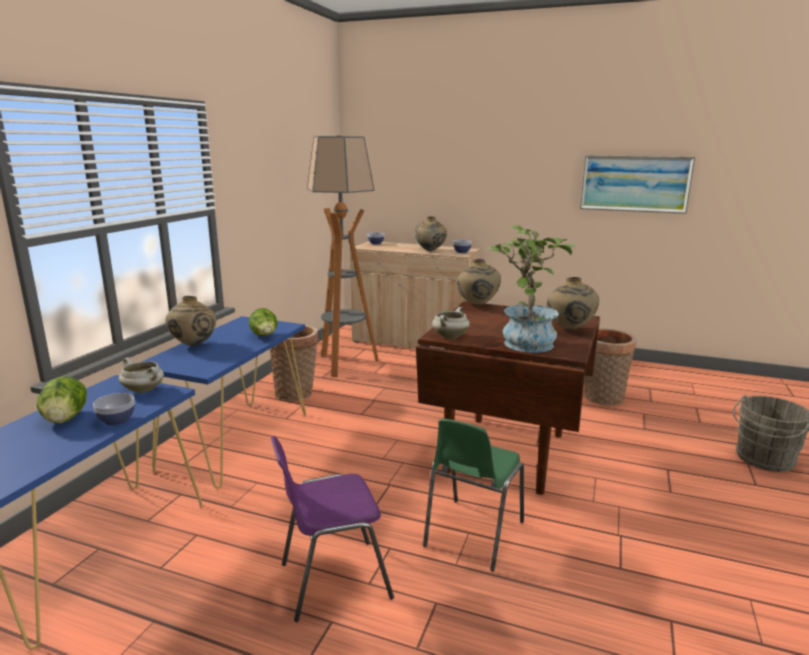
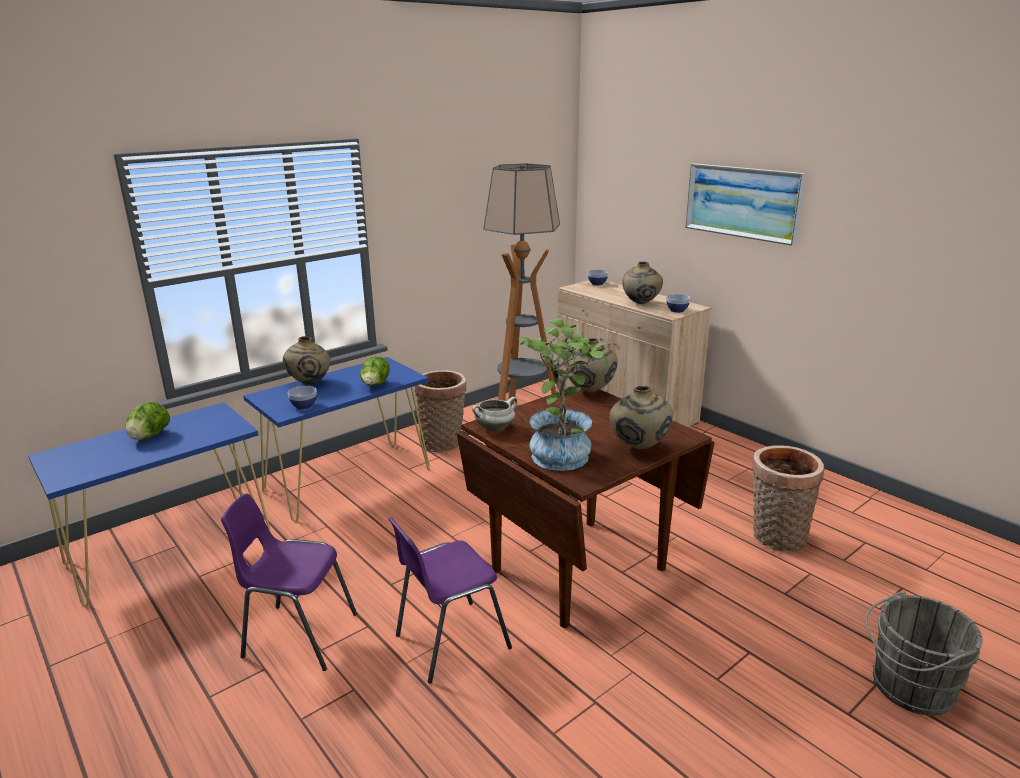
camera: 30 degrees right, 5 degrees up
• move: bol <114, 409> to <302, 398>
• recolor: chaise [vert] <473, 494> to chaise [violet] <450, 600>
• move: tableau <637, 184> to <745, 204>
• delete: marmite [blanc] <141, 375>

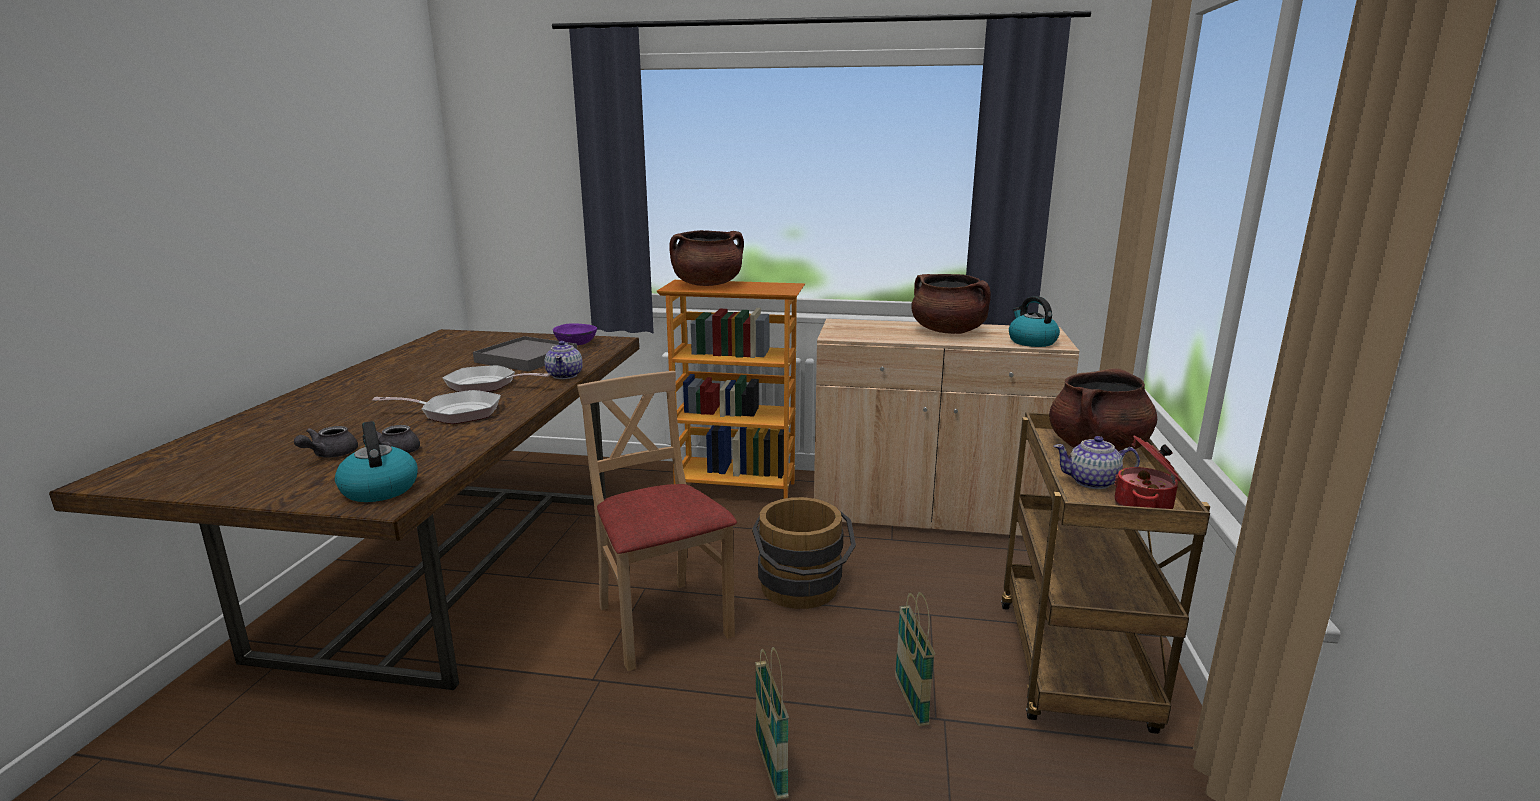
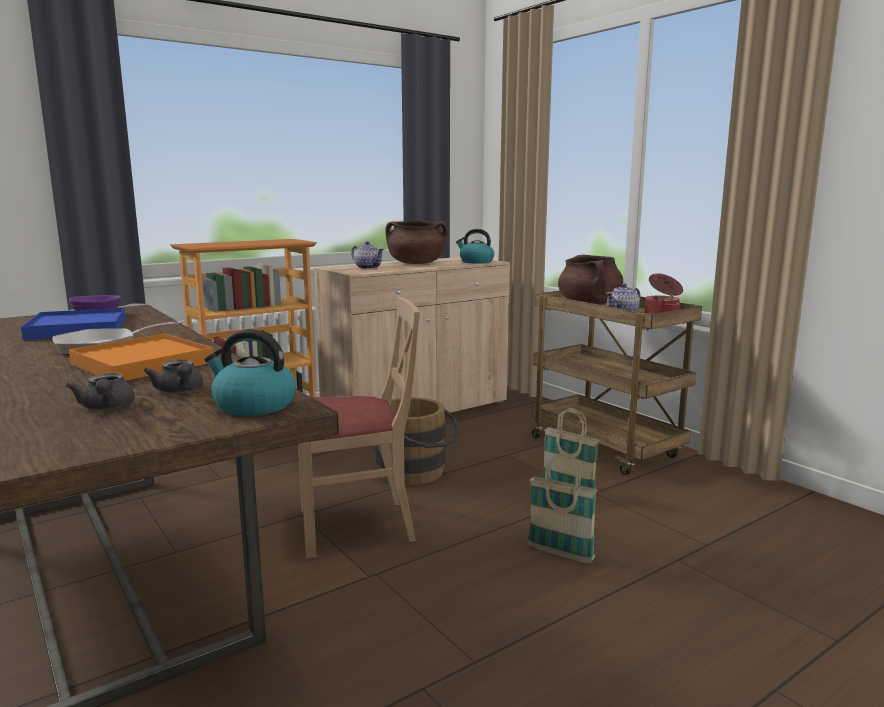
camera: 45 degrees left, 5 degrees down
• recolor: plateau [gris] <525, 354> to plateau [bleu] <73, 324>
• replace: poêle <436, 407> to plateau [orange] <141, 357>
• rotate: chaise [beige] <657, 521> = <359, 427> 150 degrees clockwise
• move: théière <564, 360> to <368, 255>
• delete: marmite [marron] <706, 258>

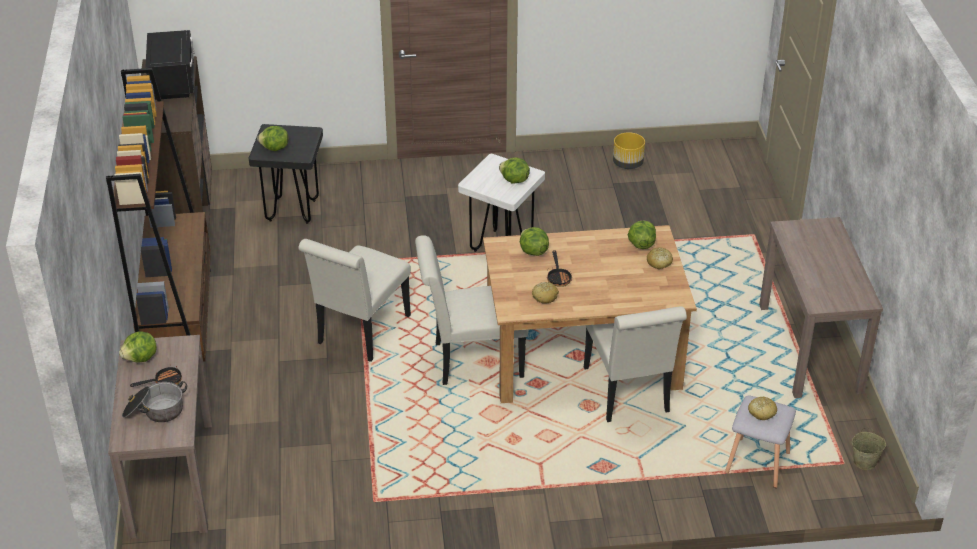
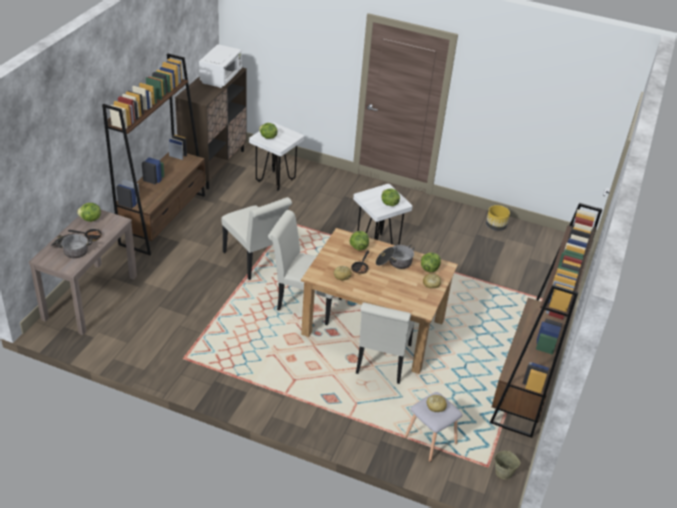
camera: 25 degrees right, 0 degrees up
• recolor: micro-ondes [noir] <169, 65> to micro-ondes [blanc] <220, 66>
• rotate: chaise [blanc] <354, 300> = <256, 238> 90 degrees counterclockwise
• recolor: tabouret [noir] <286, 174> to tabouret [blanc] <276, 156>
• insert: marmite <395, 256>
• replace: table console [marron] <821, 307> to bibliothèque [marron] <546, 320>

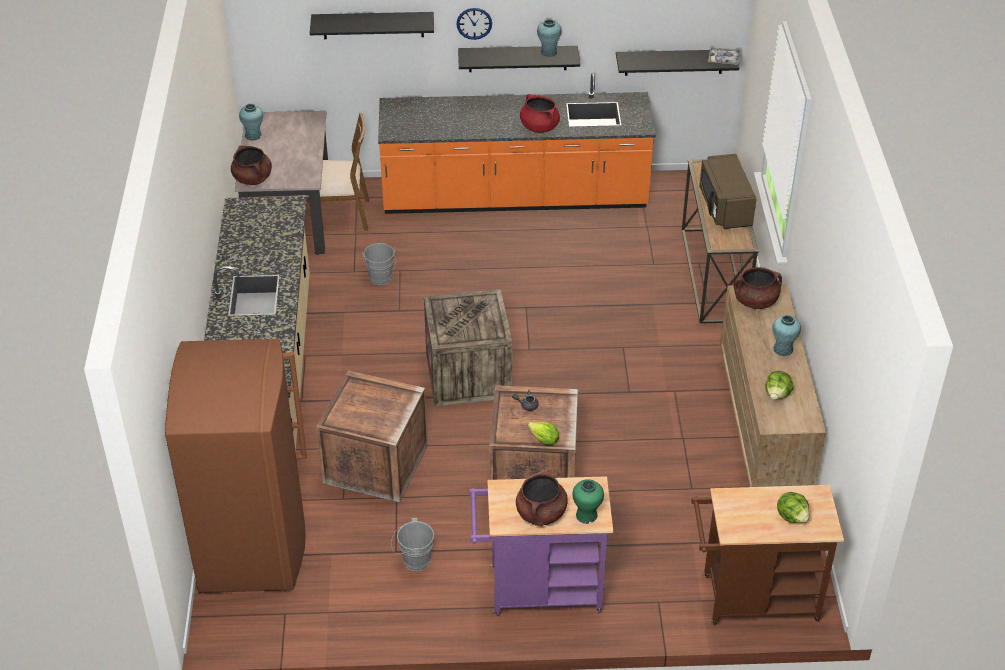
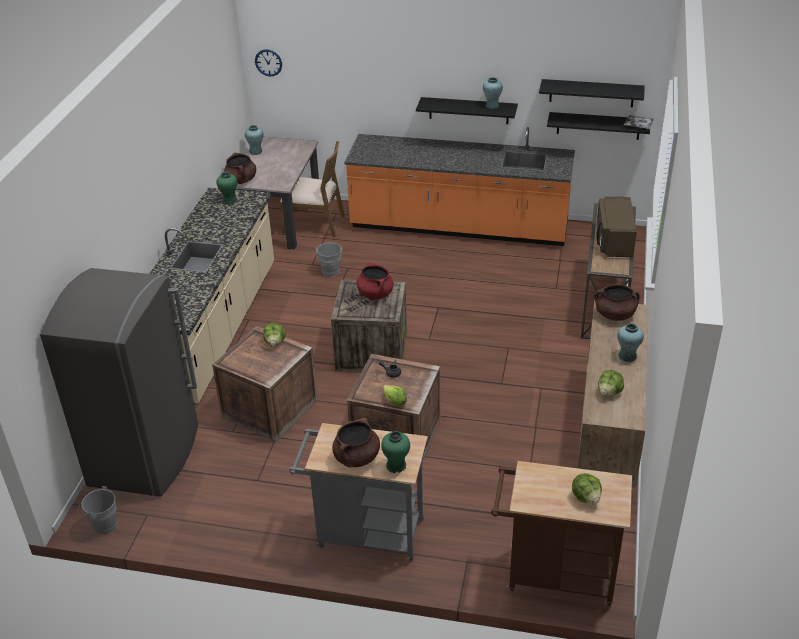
camera: 15 degrees right, 5 degrees down
• recolor: réfrigérateur [marron] <236, 465> to réfrigérateur [gris] <119, 382>
• move: seau [gris] <412, 544> to <97, 510>
• insert: vase [vert] <226, 188>
• move: horloge murale <474, 24> to <268, 62>
• insert: laitue <274, 334>
• recolor: chariot [violet] <541, 546> to chariot [gris] <358, 492>
• move: marmite [rouge] <540, 113> to <375, 280>
• move: étagère [noir] <372, 25> to <592, 93>

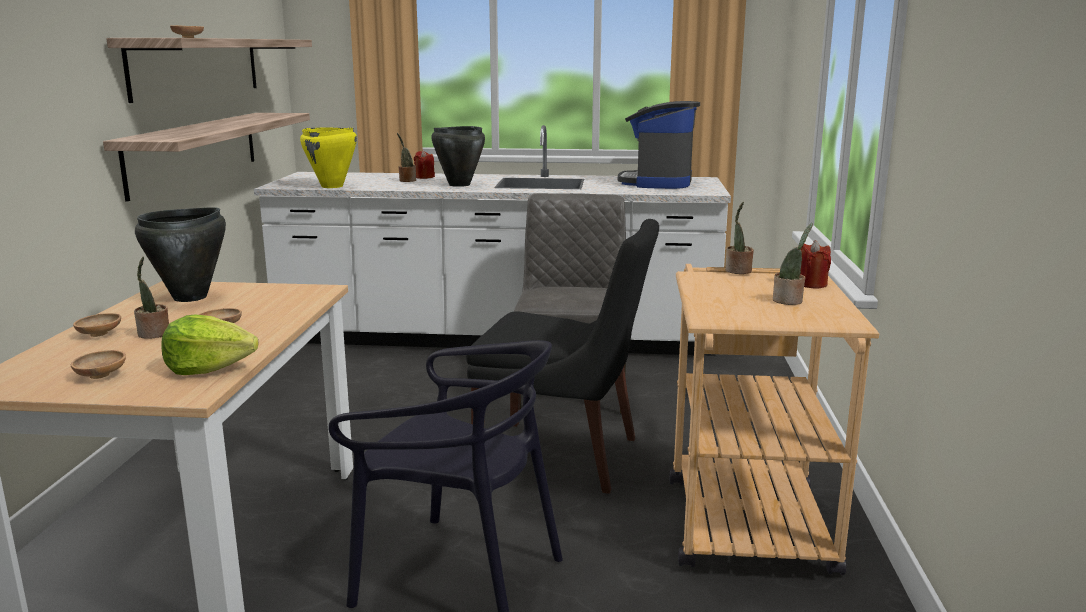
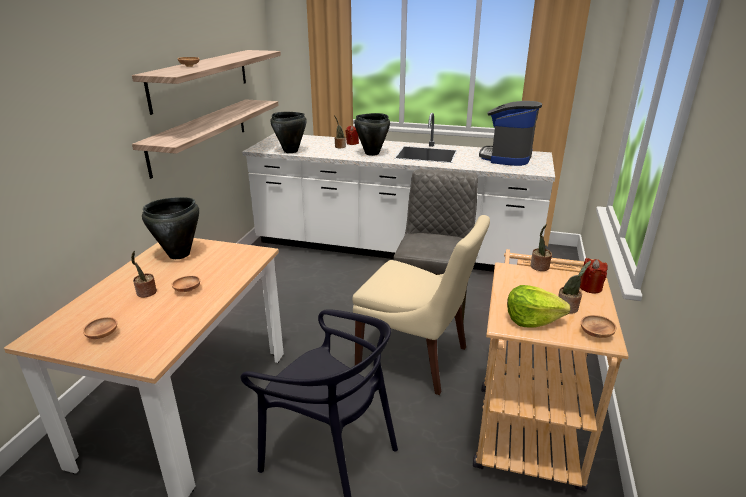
camera: 10 degrees right, 10 degrees up
• recolor: marmite [jaune] <328, 158> to marmite [noir] <288, 132>
• recolor: chaise [noir] <562, 356> to chaise [beige] <421, 305>
• move: laitue <210, 344> to <539, 306>
• move: bol [marron] <97, 325> to <599, 326>

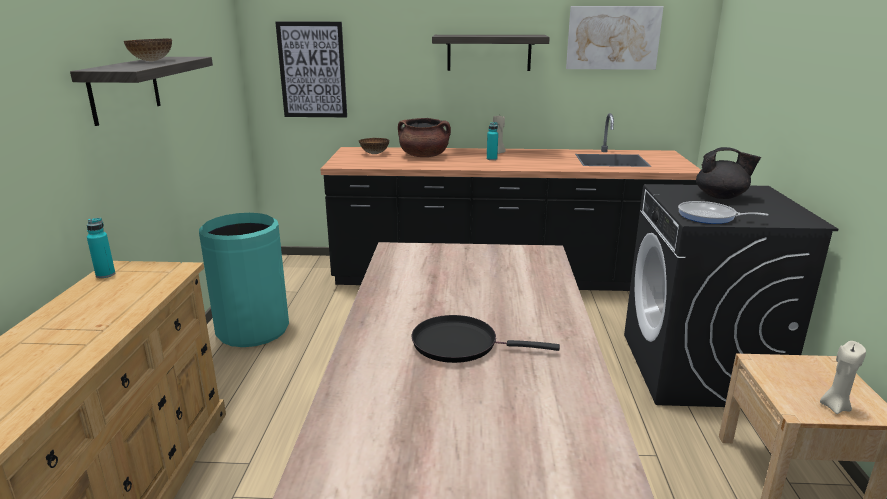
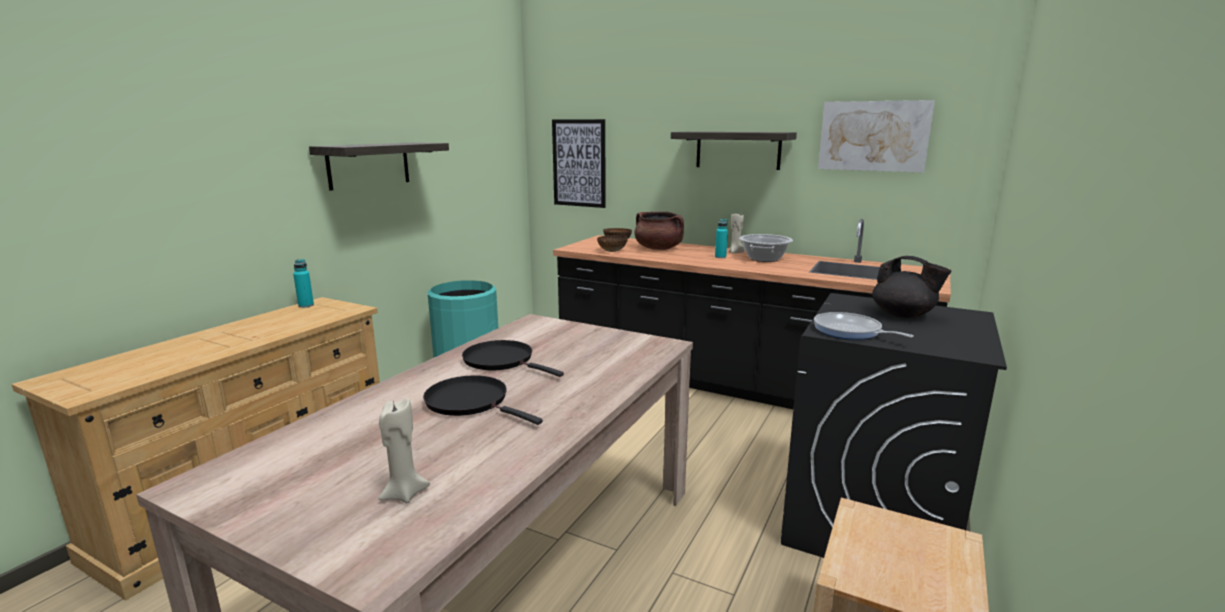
camera: 25 degrees right, 5 degrees down
• move: bougie [beige] <843, 377> to <404, 450>
• insert: poêle [noir] <513, 358>
• move: bol <148, 50> to <612, 243>
• insert: marmite <766, 248>

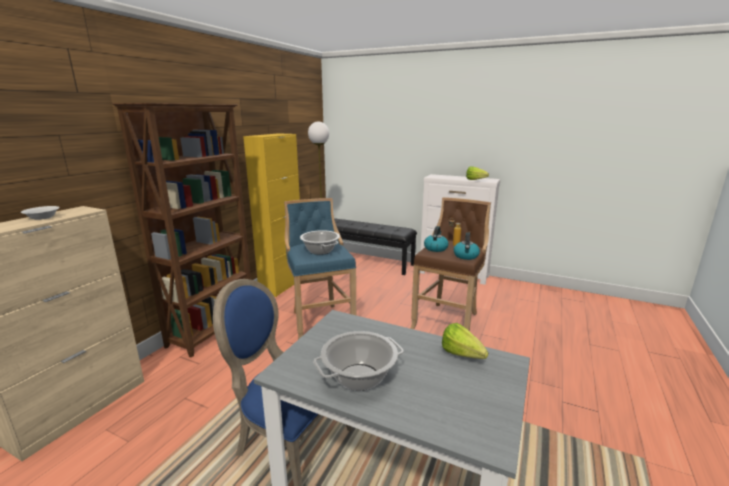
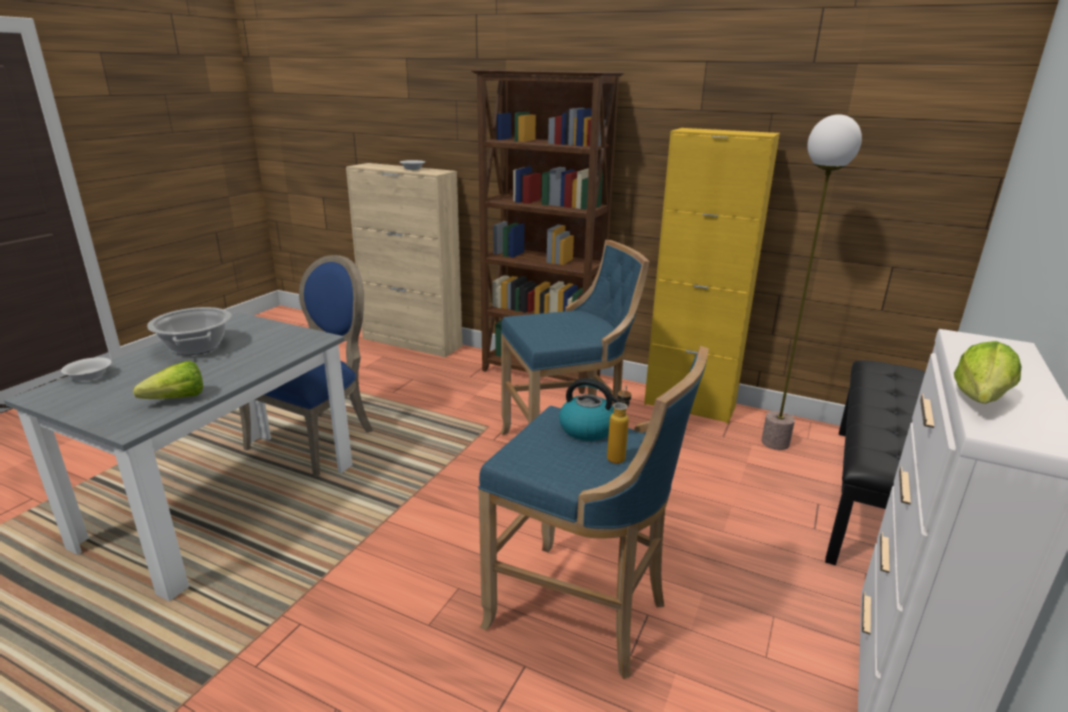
camera: 90 degrees right, 5 degrees up
• insert: bol [blanc] <86, 369>
• recolor: tabouret [marron] <450, 264> to tabouret [bleu] <593, 512>
• delete: marmite <320, 242>
• delete: bouilloire <467, 246>

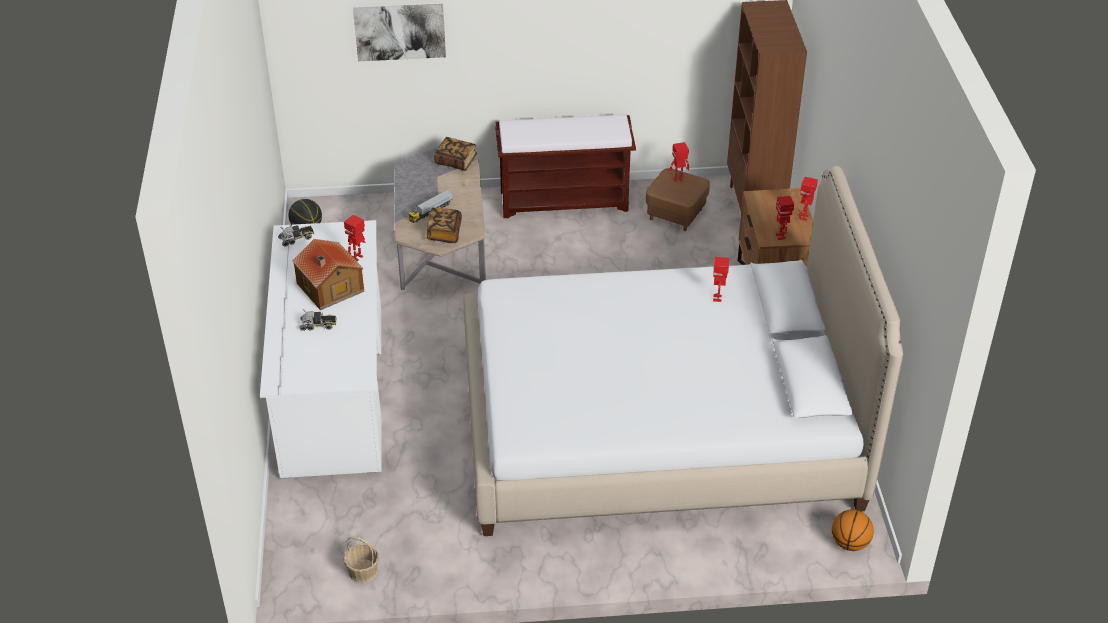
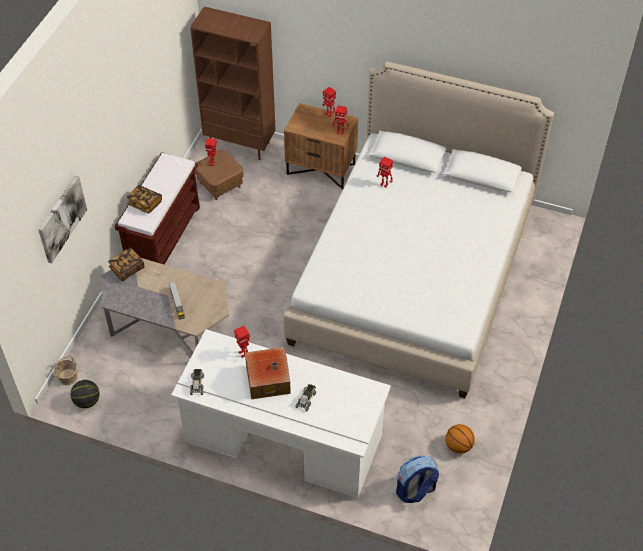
camera: 65 degrees left, 10 degrees up
• move: panier <361, 560> to <66, 370>
• move: livre <444, 225> to <144, 199>
• insert: sac à dos <417, 479>
• move: ballon de basket <853, 530> to <460, 439>

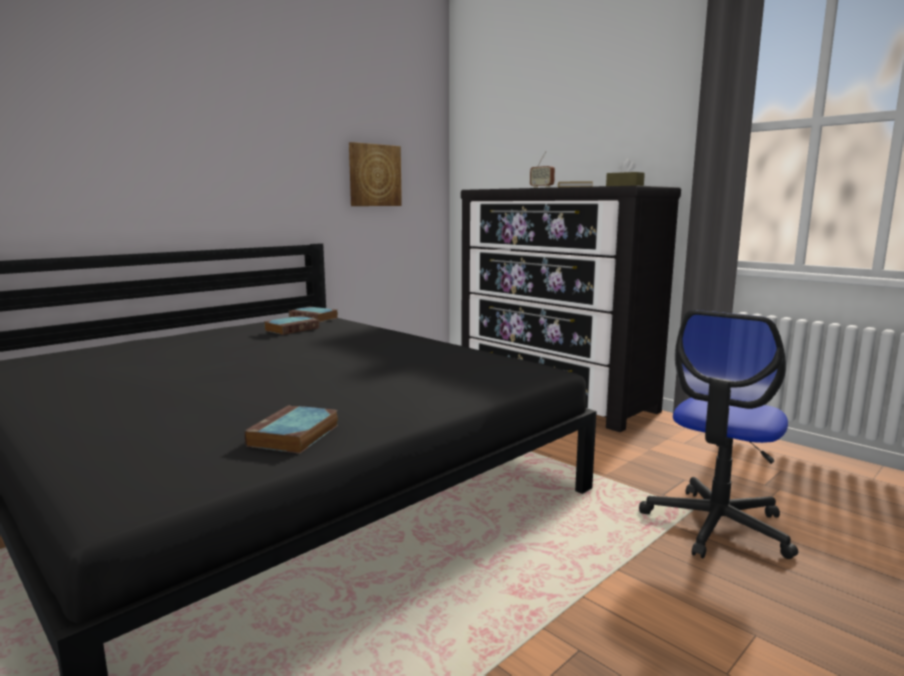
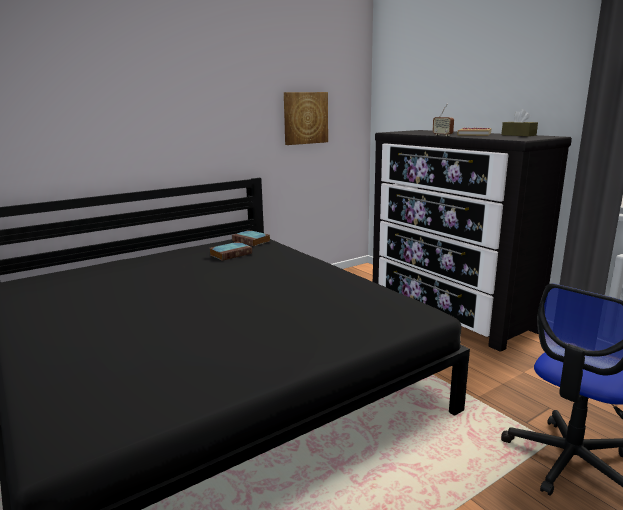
camera: 10 degrees right, 5 degrees up
• delete: livre <291, 429>

